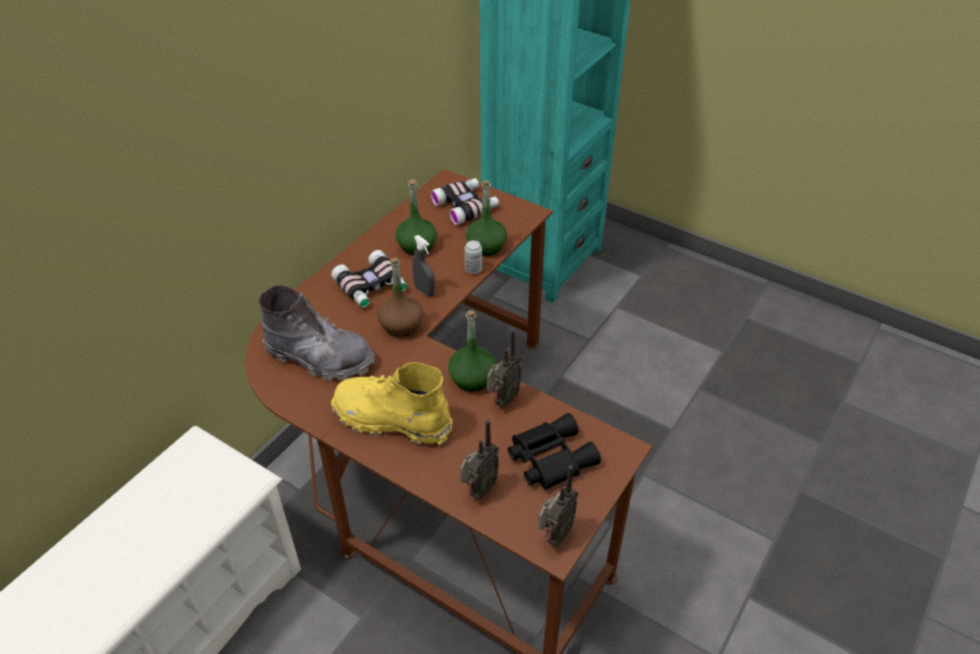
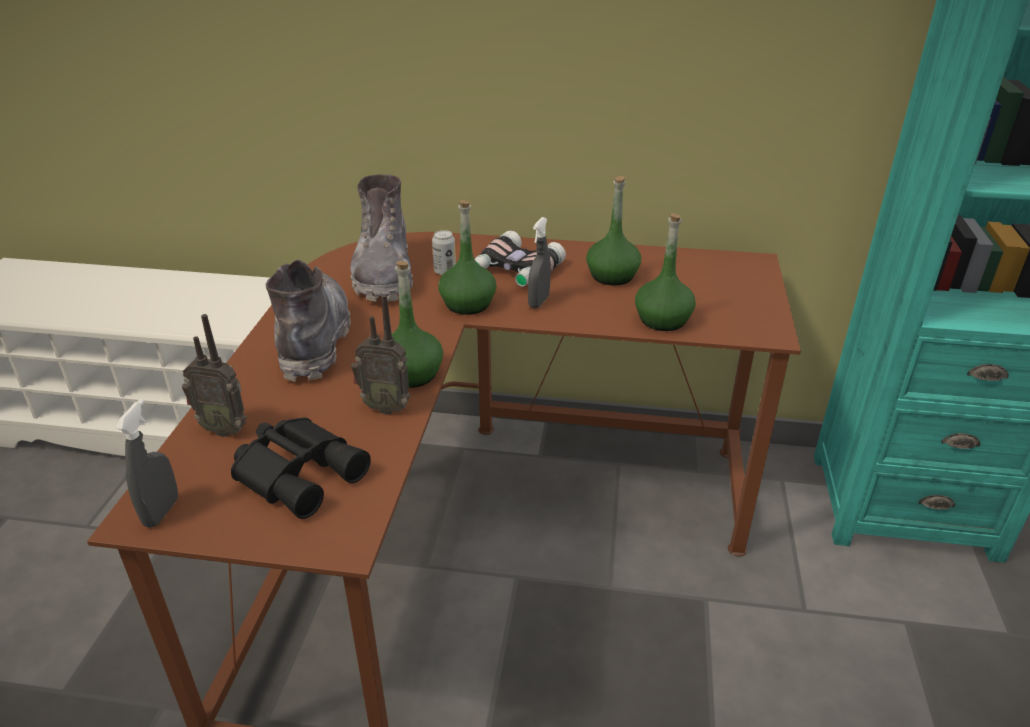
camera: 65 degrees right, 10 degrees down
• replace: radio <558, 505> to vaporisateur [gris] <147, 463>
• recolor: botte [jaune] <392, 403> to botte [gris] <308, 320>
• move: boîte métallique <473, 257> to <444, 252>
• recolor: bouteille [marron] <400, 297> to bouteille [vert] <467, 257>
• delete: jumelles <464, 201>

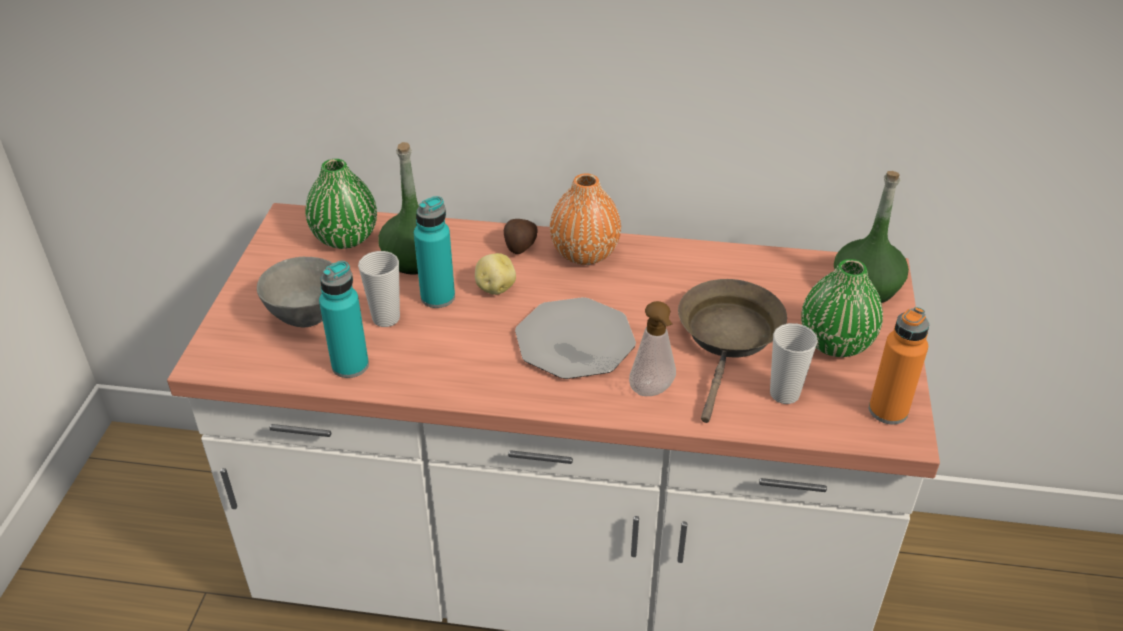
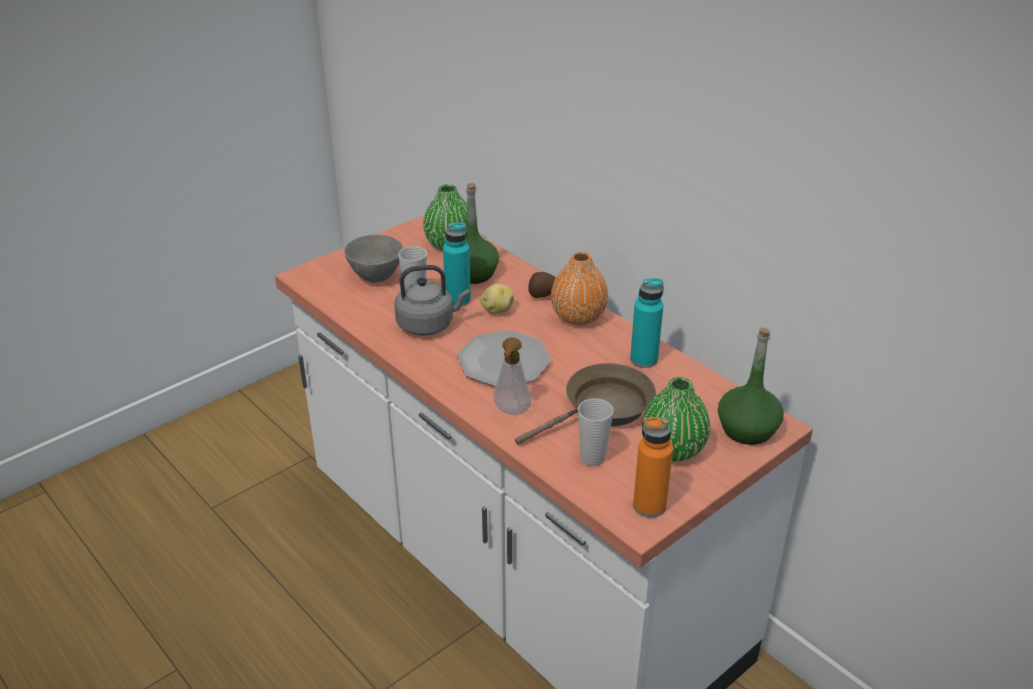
camera: 40 degrees right, 5 degrees down
• insert: bouilloire [gris] <432, 300>
• move: bouteille [turquoise] <344, 319> to <647, 323>

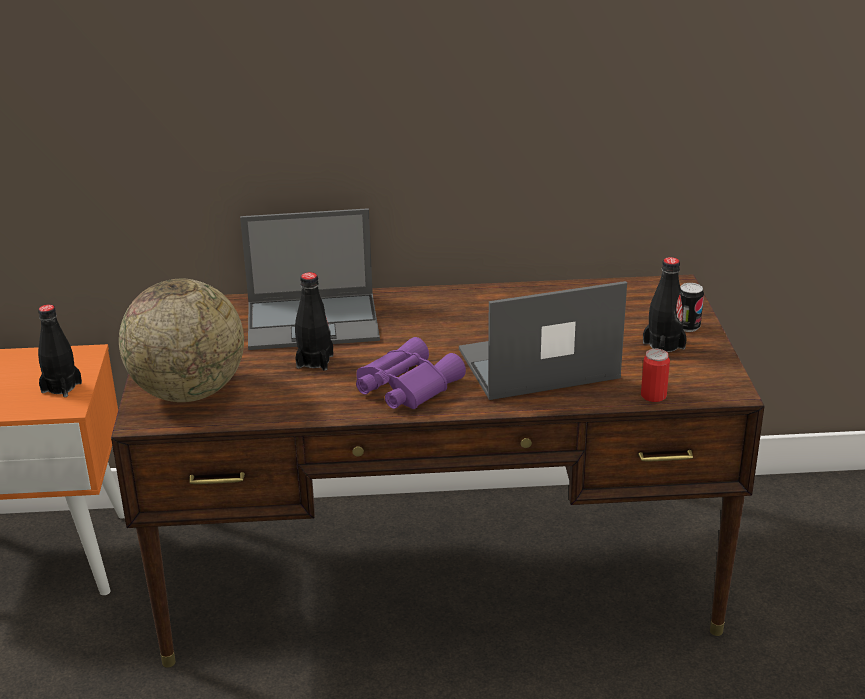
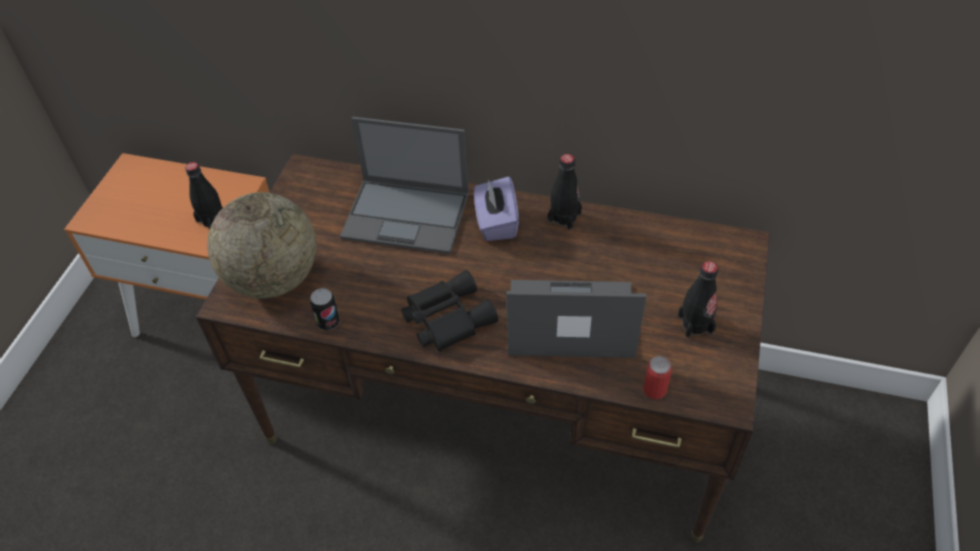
camera: 20 degrees right, 20 degrees up
• move: boîte métallique <692, 307> to <325, 309>
• recolor: jumelles [violet] <411, 373> to jumelles [noir] <449, 311>
• insert: boîte à mouchoirs [violet] <496, 209>
• move: bouteille [noir] <314, 321> to <565, 192>

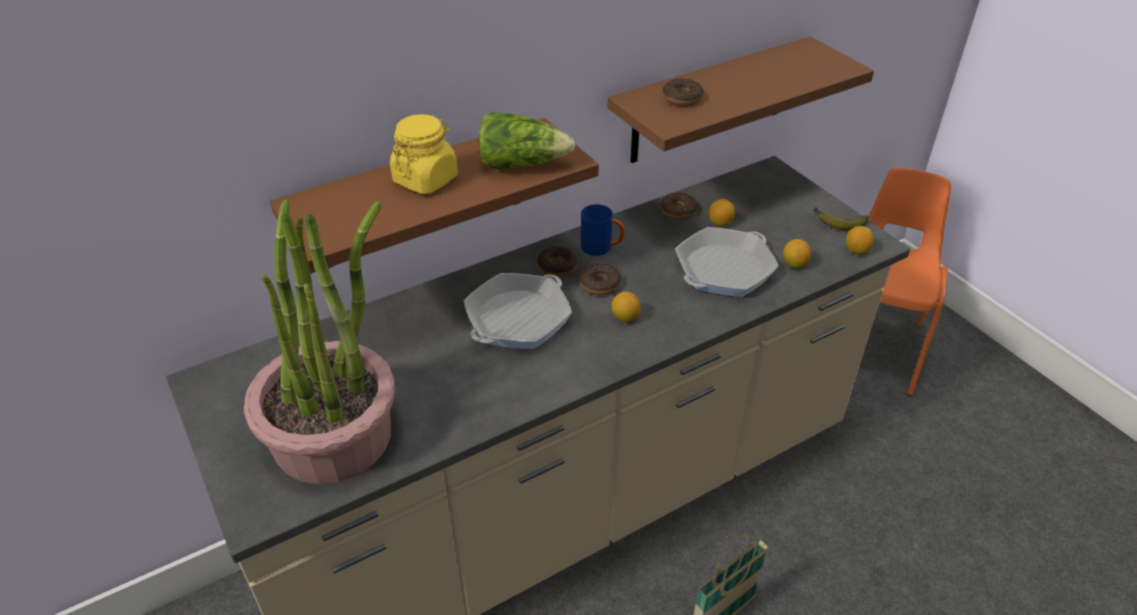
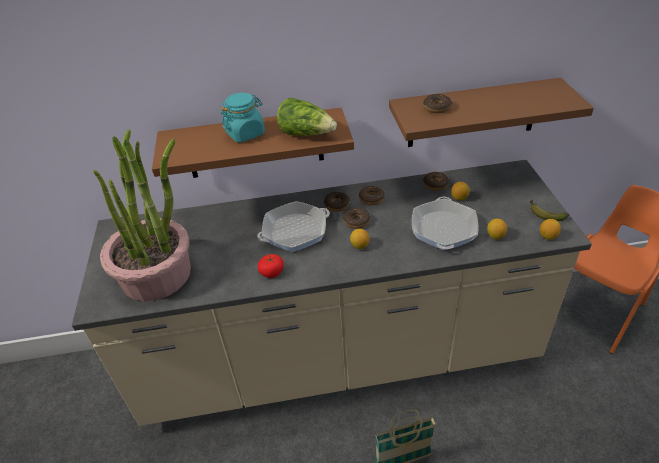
camera: 25 degrees right, 0 degrees up
• recolor: bocal [jaune] <424, 154> to bocal [turquoise] <243, 117>
• insert: tomate <271, 266>
• replace: mug [bleu] <603, 230> to beignet <372, 195>
• rotate: poêle <727, 262> = <445, 223> 120 degrees clockwise

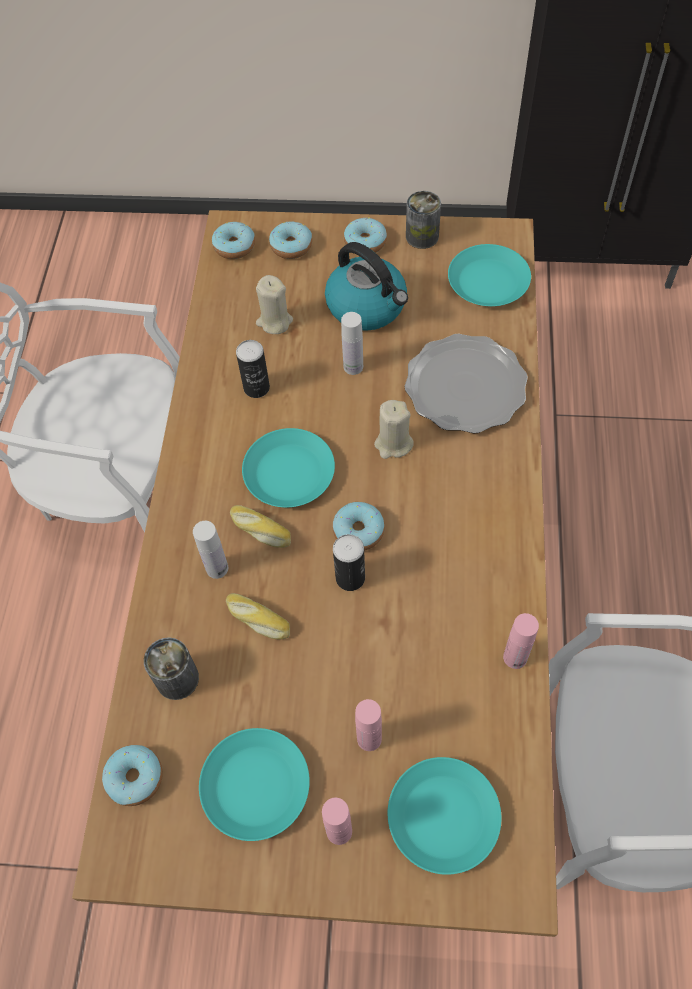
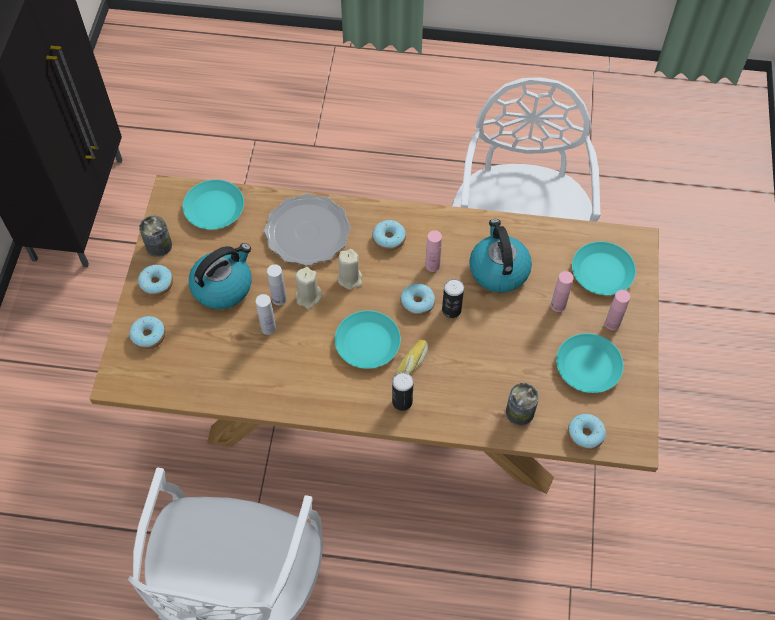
camera: 90 degrees left, 0 degrees up
• move: bouteille [blanc] <210, 550> to <266, 314>
• move: bougie [beige] <274, 304> to <308, 288>
• move: beignet <233, 240> to <389, 235>
• move: boîte métallique <253, 369> to <403, 391>
• move: bouteille [rose] <521, 641> to <433, 251>
• insert: bouilloire <500, 255>
• delete: pain <258, 616>

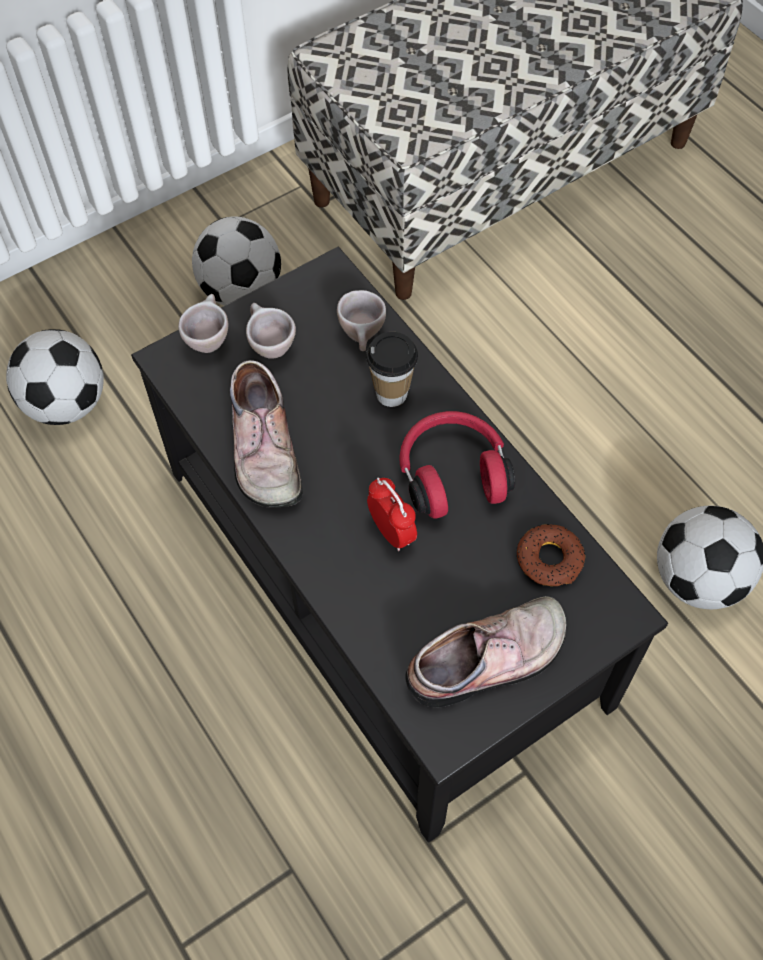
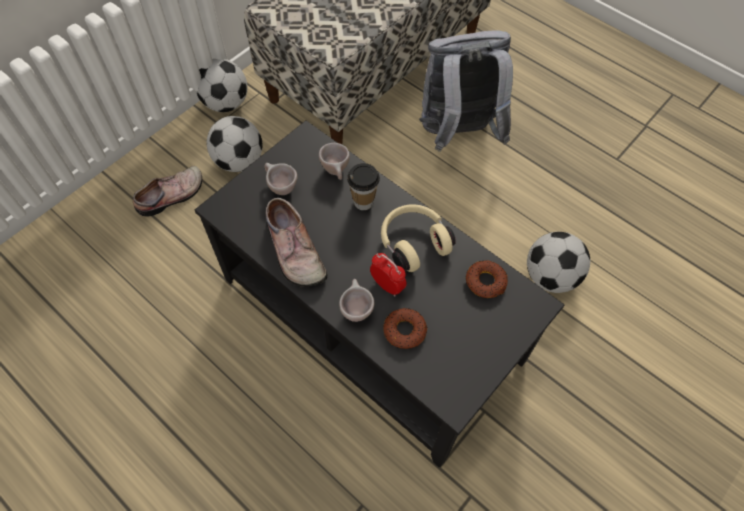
camera: 15 degrees left, 0 degrees up
• move: chaussure <485, 651> to <167, 191>
• move: ballon de foot <55, 377> to <221, 85>
• move: tasse [beige] <203, 323> to <356, 300>
• recolor: casque audio [rouge] <457, 465> to casque audio [beige] <418, 238>
• insert: beignet <405, 328>
• insert: sac à dos [gris] <466, 91>

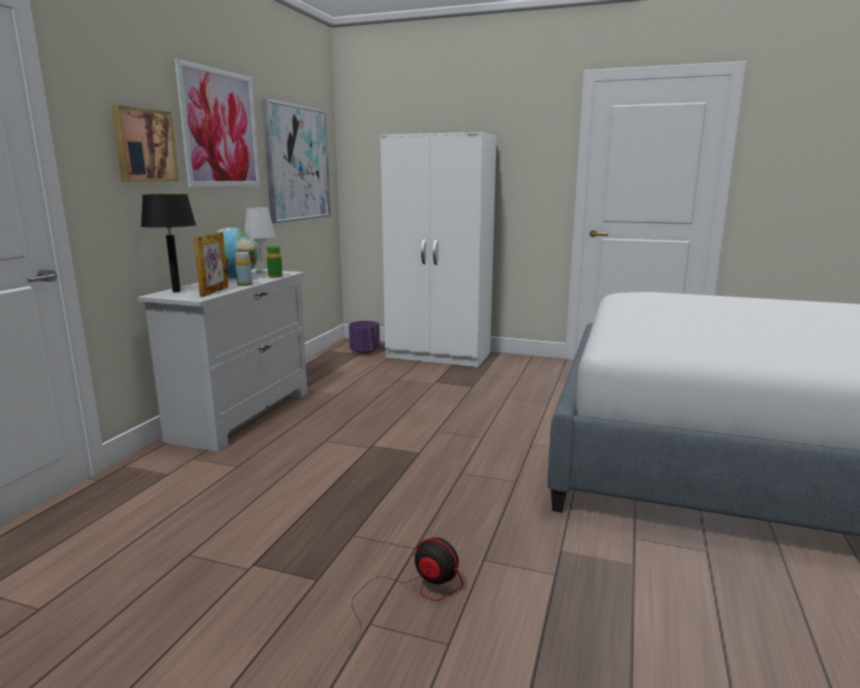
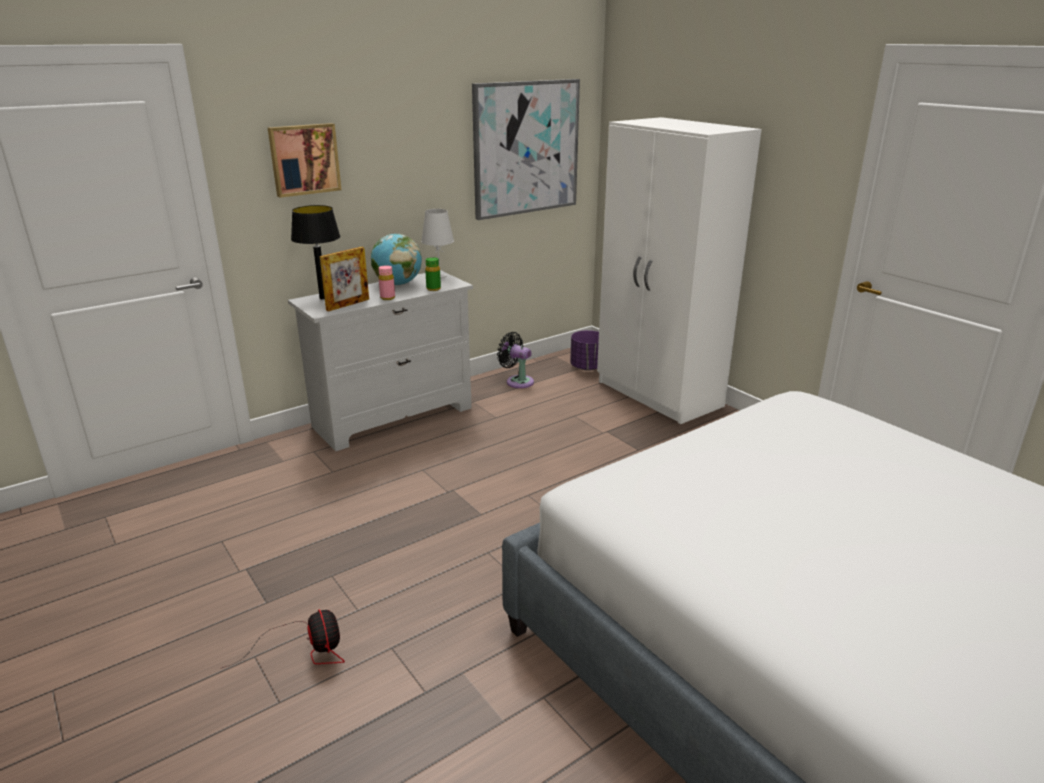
camera: 35 degrees right, 10 degrees up
• recolor: bouteille [jaune] <243, 269> to bouteille [rose] <387, 282>
• insert: ventilateur [noir] <515, 360>
• delete: tableau <217, 123>

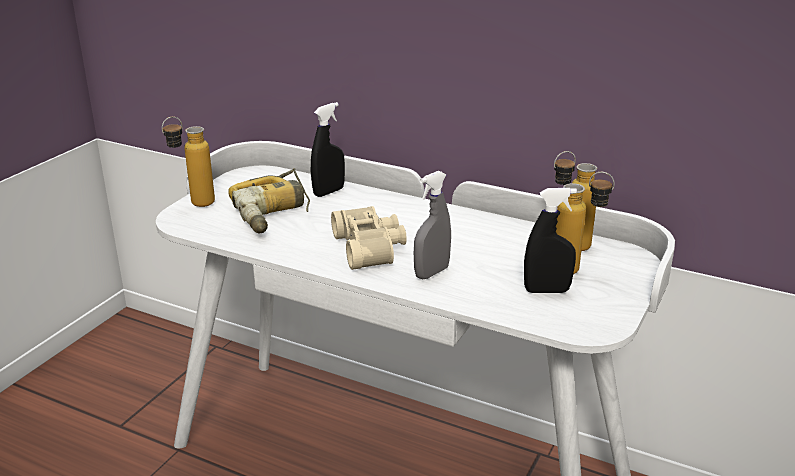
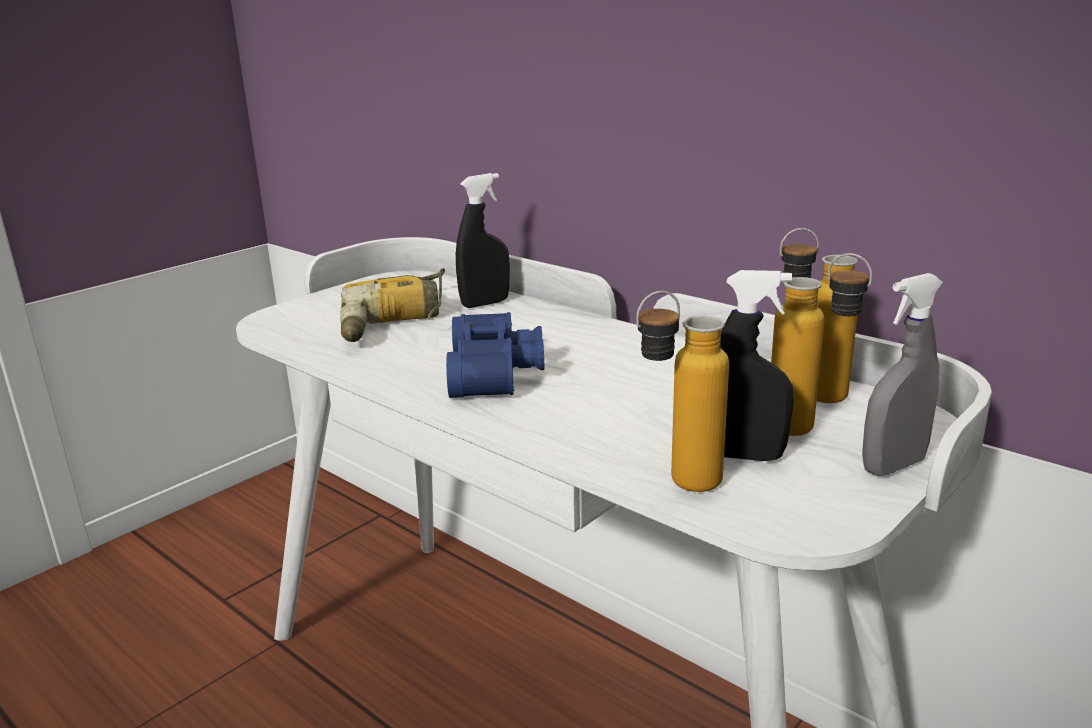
camera: 15 degrees right, 5 degrees down
• recolor: jumelles [beige] <369, 238> to jumelles [bleu] <495, 355>
• move: bouteille <188, 162> to <682, 391>
• move: vaporisateur [gris] <432, 225> to <902, 374>

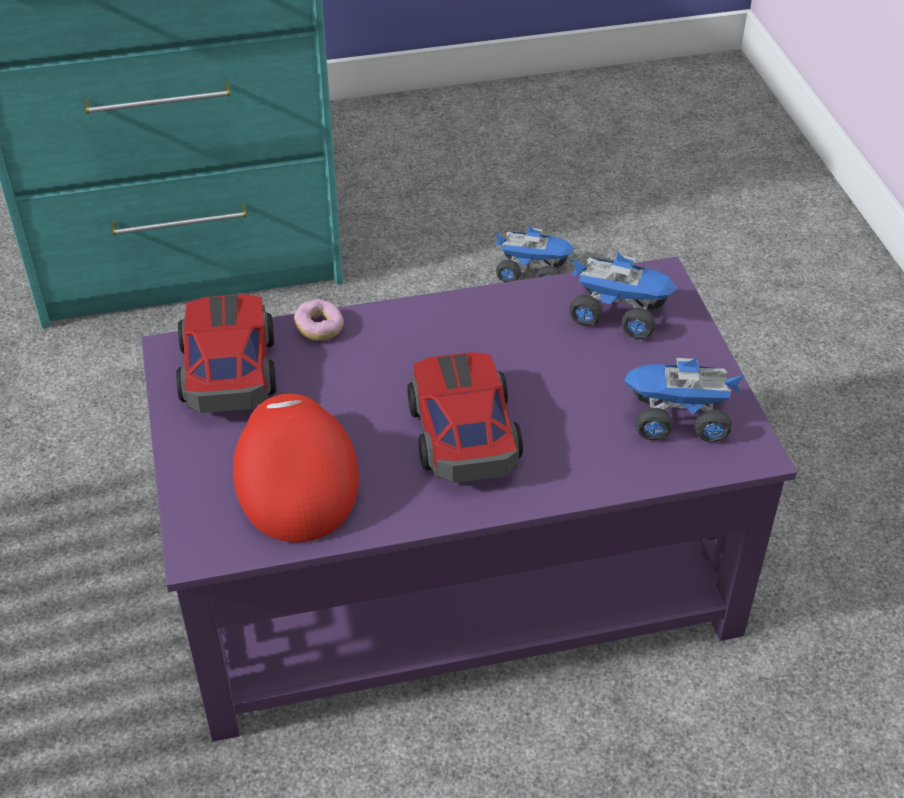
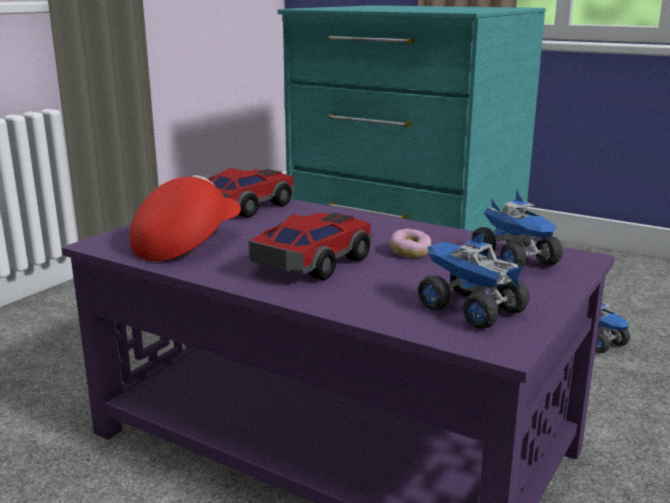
camera: 45 degrees right, 25 degrees down
• move: beignet <319, 320> to <410, 243>

